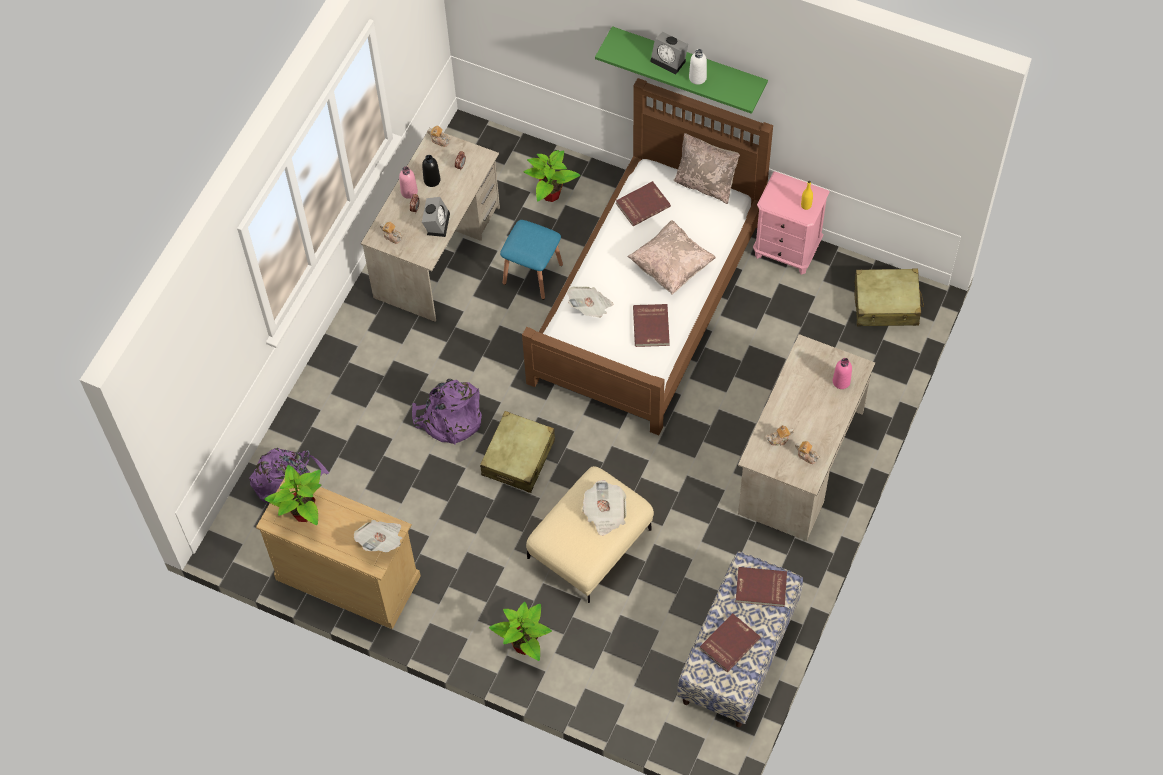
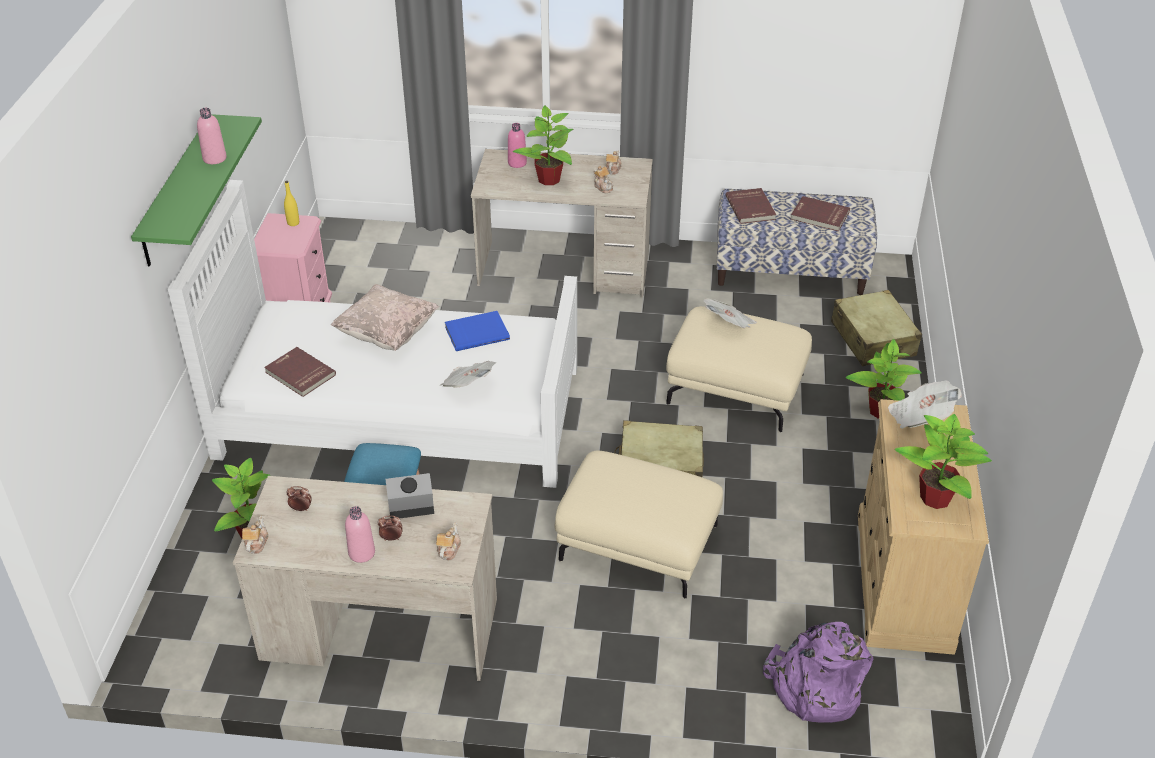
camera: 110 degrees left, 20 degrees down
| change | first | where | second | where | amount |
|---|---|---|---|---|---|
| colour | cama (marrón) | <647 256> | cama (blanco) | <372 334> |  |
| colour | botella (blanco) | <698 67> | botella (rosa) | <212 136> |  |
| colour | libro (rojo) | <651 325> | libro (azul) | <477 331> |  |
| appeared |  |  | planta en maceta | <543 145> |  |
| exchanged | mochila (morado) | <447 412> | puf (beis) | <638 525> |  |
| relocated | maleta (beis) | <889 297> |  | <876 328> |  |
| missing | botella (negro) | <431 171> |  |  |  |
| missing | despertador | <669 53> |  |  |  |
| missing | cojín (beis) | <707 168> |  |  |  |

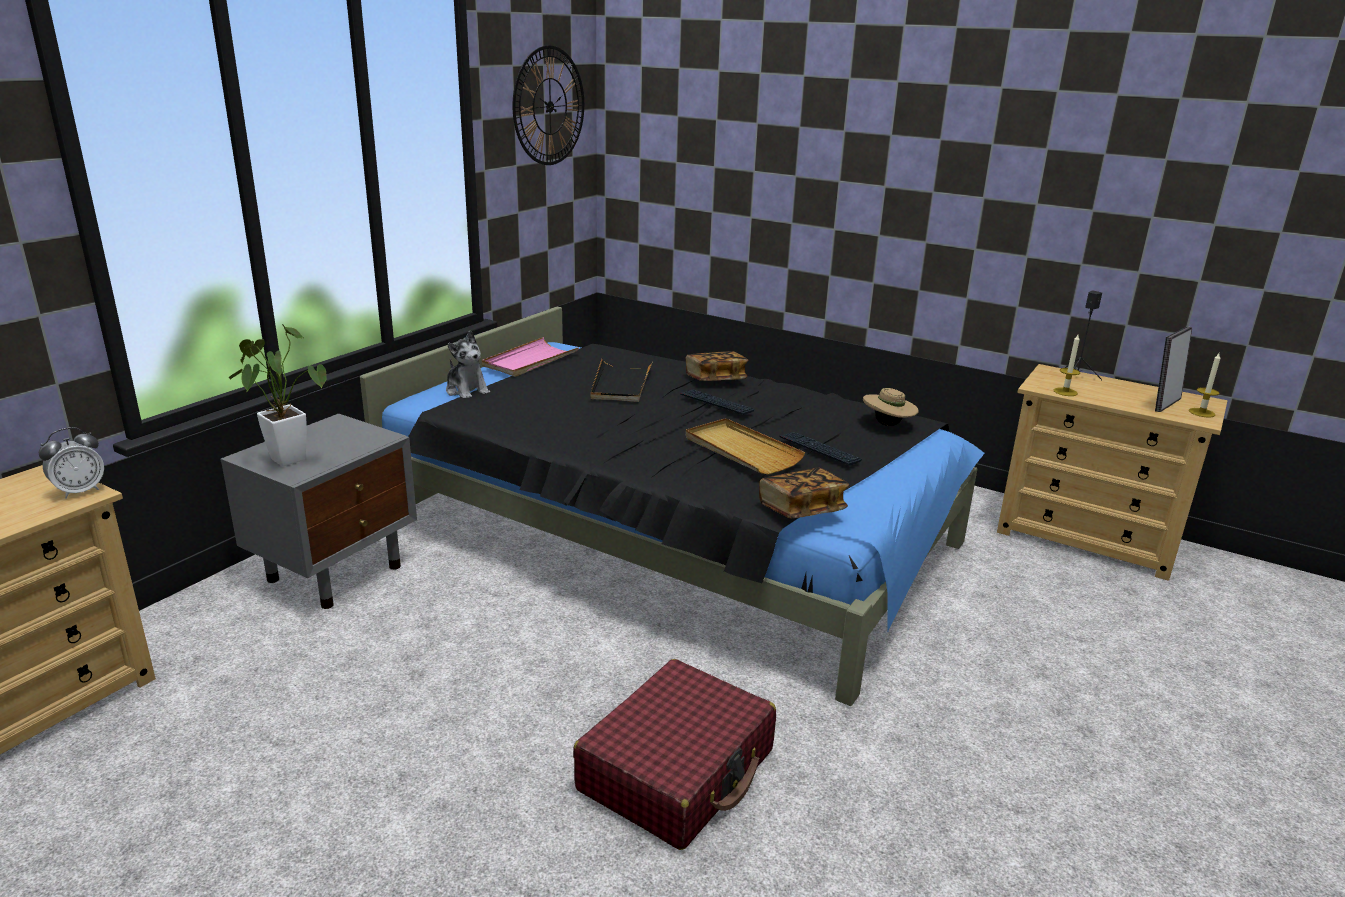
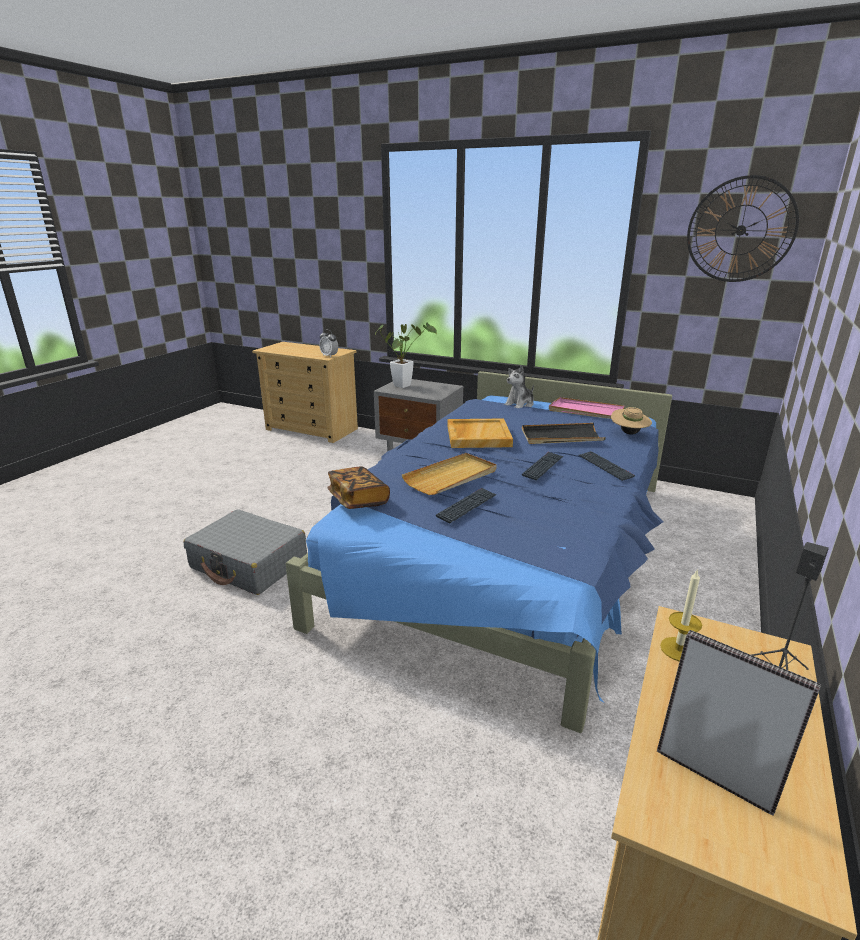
camera: 85 degrees right, 0 degrees up
| change | first | where | second | where | amount |
|---|---|---|---|---|---|
| colour | maleta (rojo) | <674 754> | maleta (gris) | <245 552> |  |
| colour | cama (negro) | <672 506> | cama (azul) | <479 552> |  |
| appeared |  |  | bandeja (beis) | <480 433> |  |
| exchanged | libro | <717 366> | teclado | <607 466> |  |
| relocated | sombrero (beis) | <891 407> |  | <631 420> |  |
| missing | vela | <1205 385> |  |  |  |

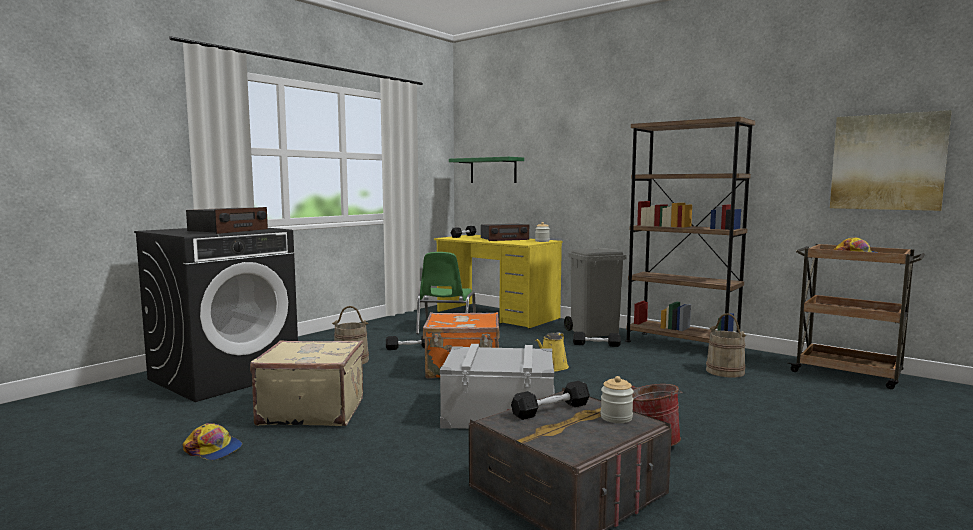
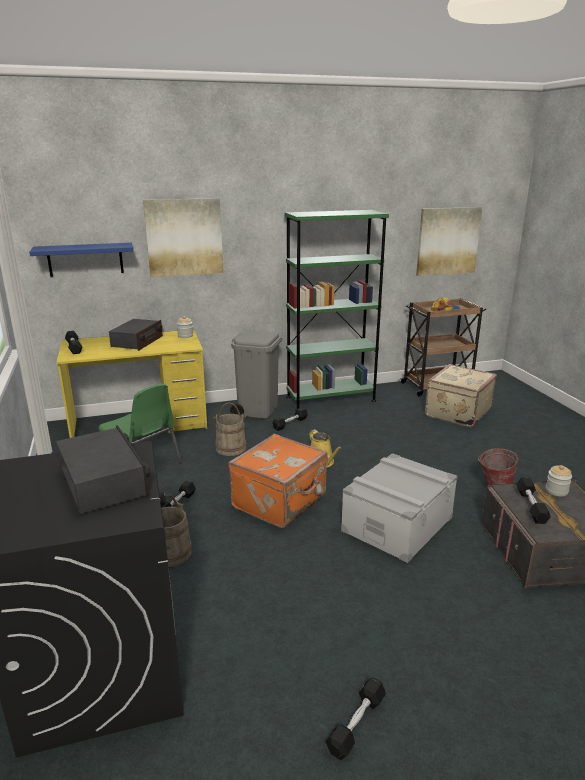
camera: 55 degrees left, 15 degrees up
| change | first | where | second | where | amount |
|---|---|---|---|---|---|
| colour | estante (verde) | <486 170> | estante (azul) | <81 260> |  |
| appeared |  |  | cuadro | <183 237> |  |
| relocated | cubo (beis) | <726 345> |  | <229 429> |  |
| colour | estantería (marrón) | <690 230> | estantería (verde) | <337 310> |  |
| exchanged | gorra | <212 441> | mancuerna (negro) | <356 718> |  |
| relocated | maleta (beis) | <307 383> |  | <461 395> |  |

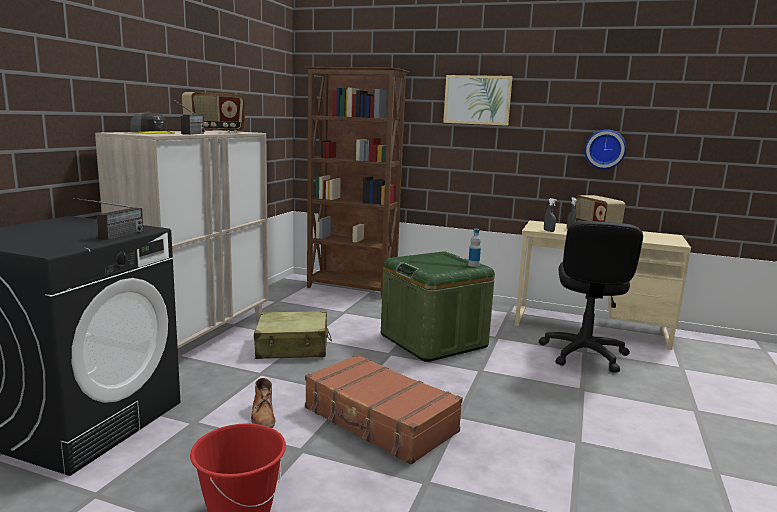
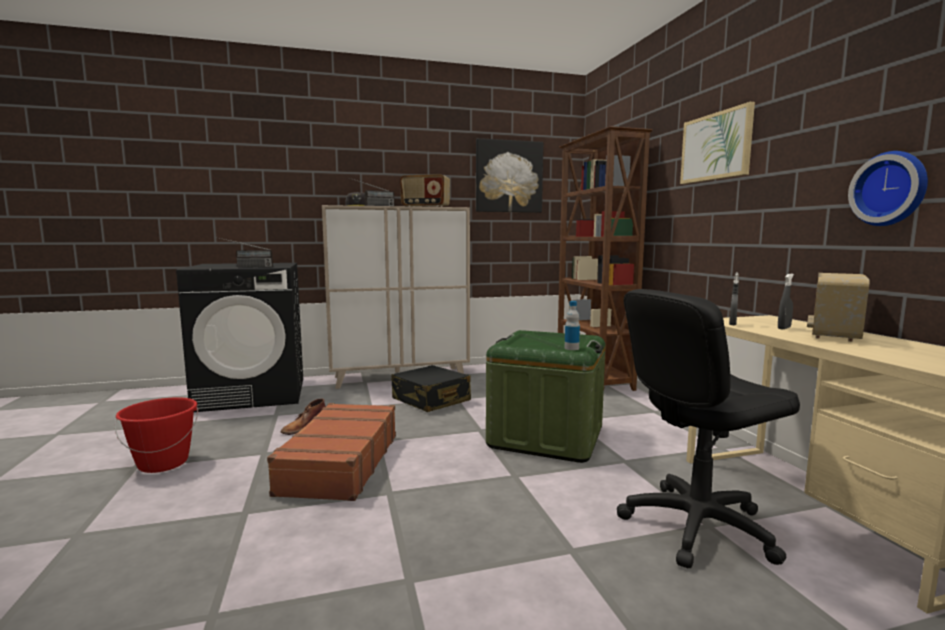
camera: 55 degrees right, 5 degrees down
| change | first | where | second | where | amount |
|---|---|---|---|---|---|
| colour | maleta (beis) | <293 335> | maleta (negro) | <431 388> |  |
| appeared |  |  | cuadro | <509 175> |  |

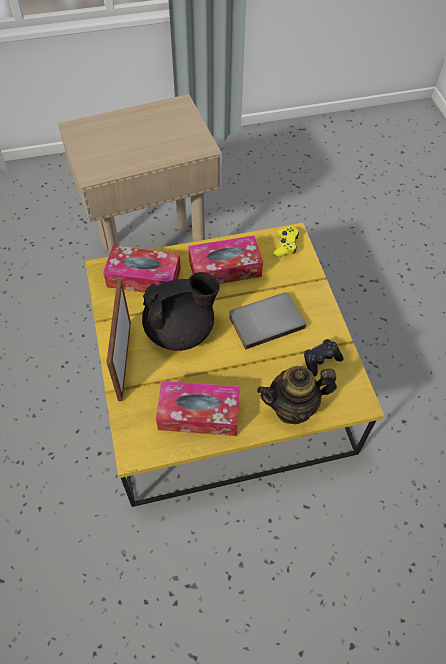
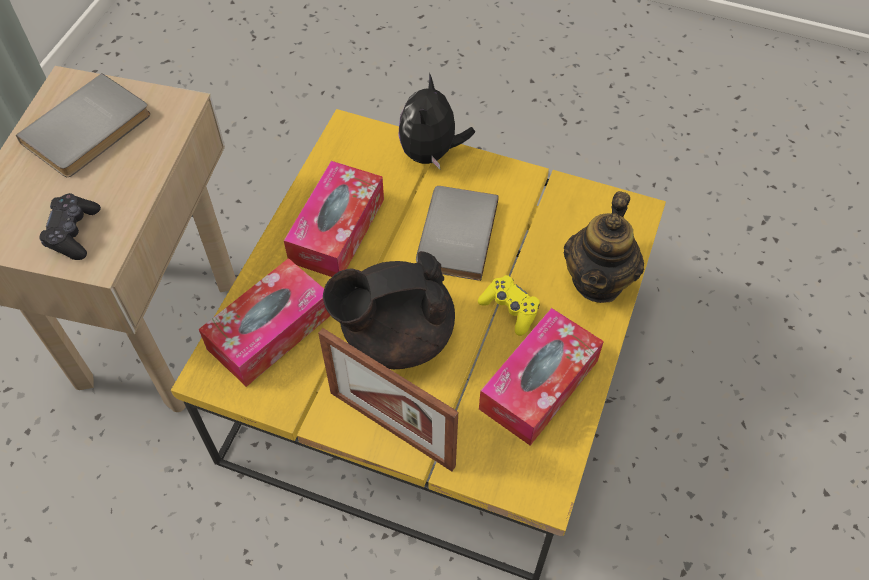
camera: 55 degrees left, 0 degrees up
| change | first | where | second | where | amount |
|---|---|---|---|---|---|
| appeared |  |  | libro (gris) | <83 125> |  |
| relocated | mando de consola (negro) | <324 357> |  | <70 226> |  |
| spun | tetera (negro) | <181 311> |  | <389 310> | 120 degrees counterclockwise |
| appeared |  |  | peluche | <436 121> |  |
| relocated | mando de consola (amarillo) | <286 241> |  | <509 305> |  |

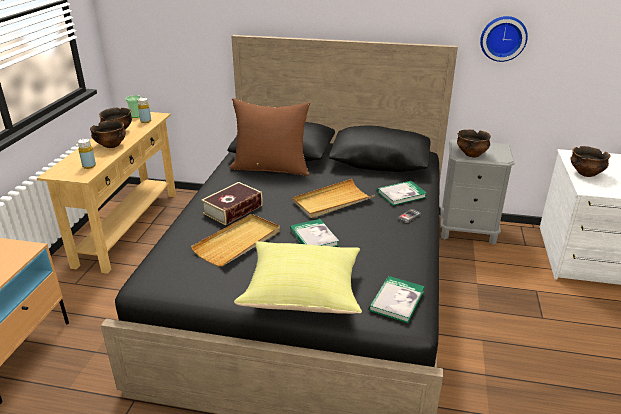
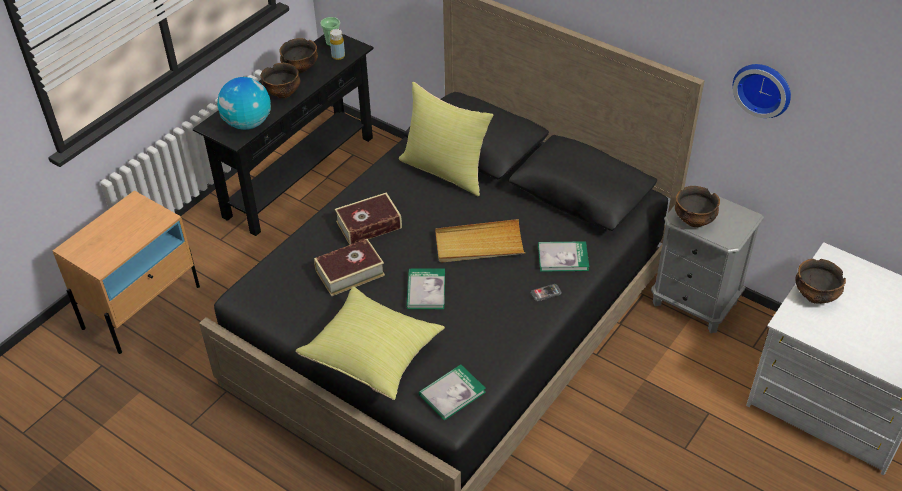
camera: 25 degrees right, 15 degrees up
| change | first | where | second | where | amount |
|---|---|---|---|---|---|
| colour | mesa consola (beis) | <106 193> | mesa consola (negro) | <283 135> |  |
| exchanged | botella (amarillo) | <87 154> | globo terráqueo | <244 103> |  |
| exchanged | bandeja (beis) | <235 240> | libro | <349 267> |  |
| colour | cojín (marrón) | <270 137> | cojín (amarillo) | <446 139> |  |

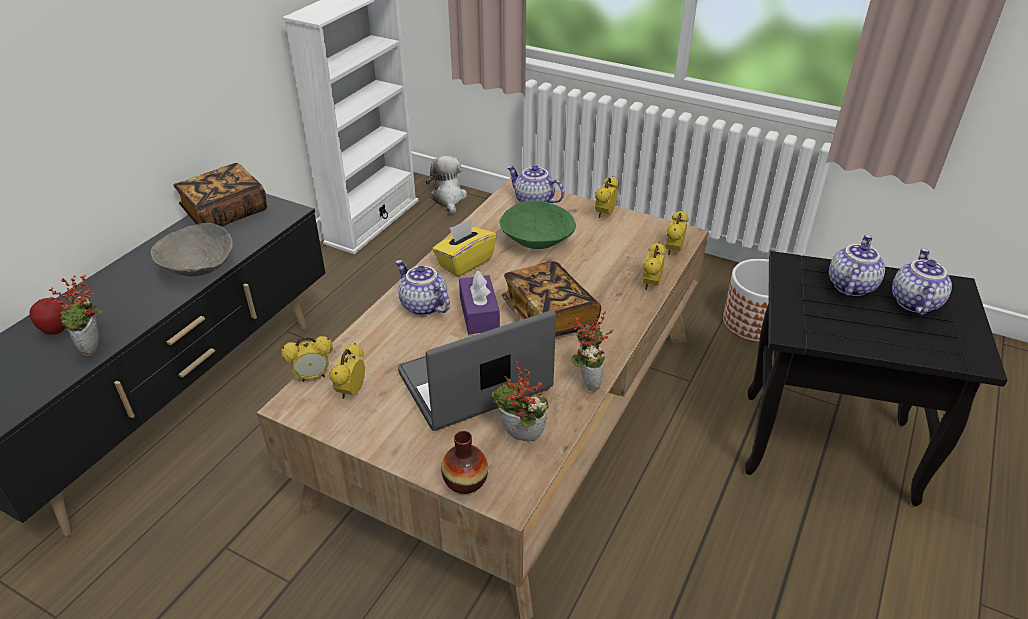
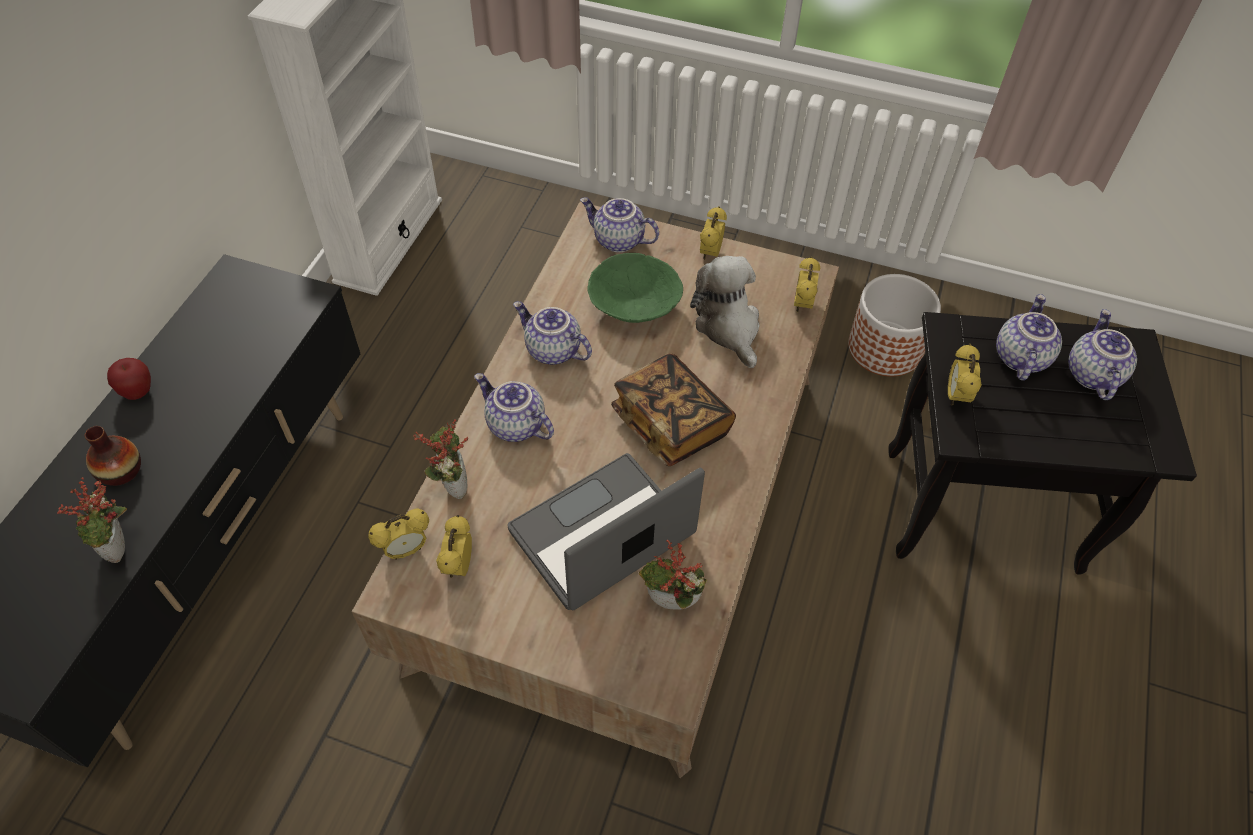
camera: 10 degrees left, 15 degrees up
| change | first | where | second | where | amount |
|---|---|---|---|---|---|
| relocated | florero | <464 462> |  | <113 456> |  |
| relocated | manzana | <47 316> |  | <129 379> |  |
| relocated | planta en maceta | <590 351> |  | <440 459> |  |
| exchanged | caja de pañuelos (amarillo) | <464 248> | tetera | <552 333> |  |
| relocated | peluche | <446 185> |  | <724 312> |  |
| relocated | despertador | <654 266> |  | <965 374> |  |
| missing | cuenco (gris) | <192 250> |  |  |  |
| missing | libro | <220 195> |  |  |  |
| missing | caja de pañuelos (morado) | <479 302> |  |  |  |

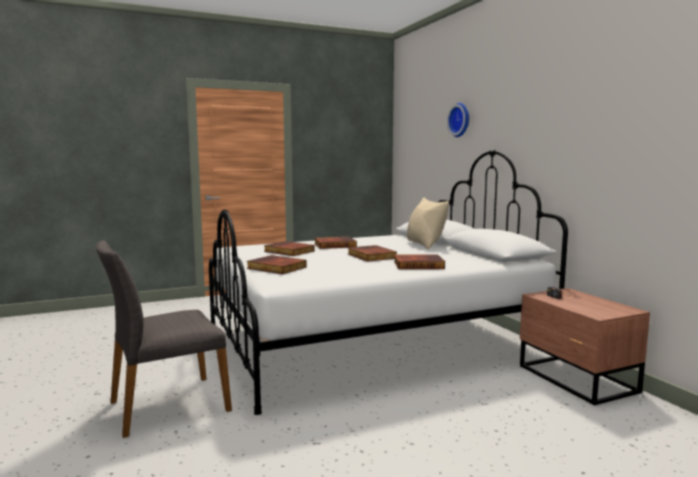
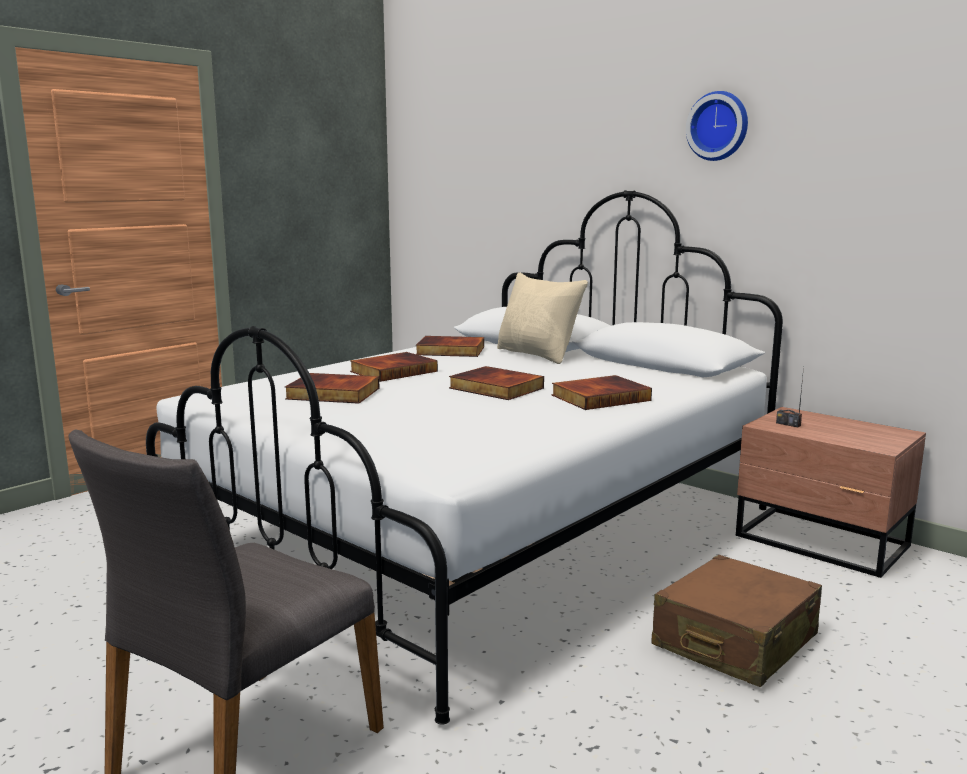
camera: 25 degrees left, 5 degrees up
| change | first | where | second | where | amount |
|---|---|---|---|---|---|
| relocated | libro | <277 264> |  | <450 346> |  |
| appeared |  |  | maleta (marrón) | <737 621> |  |
| relocated | reloj de pared | <458 120> |  | <717 126> |  |

